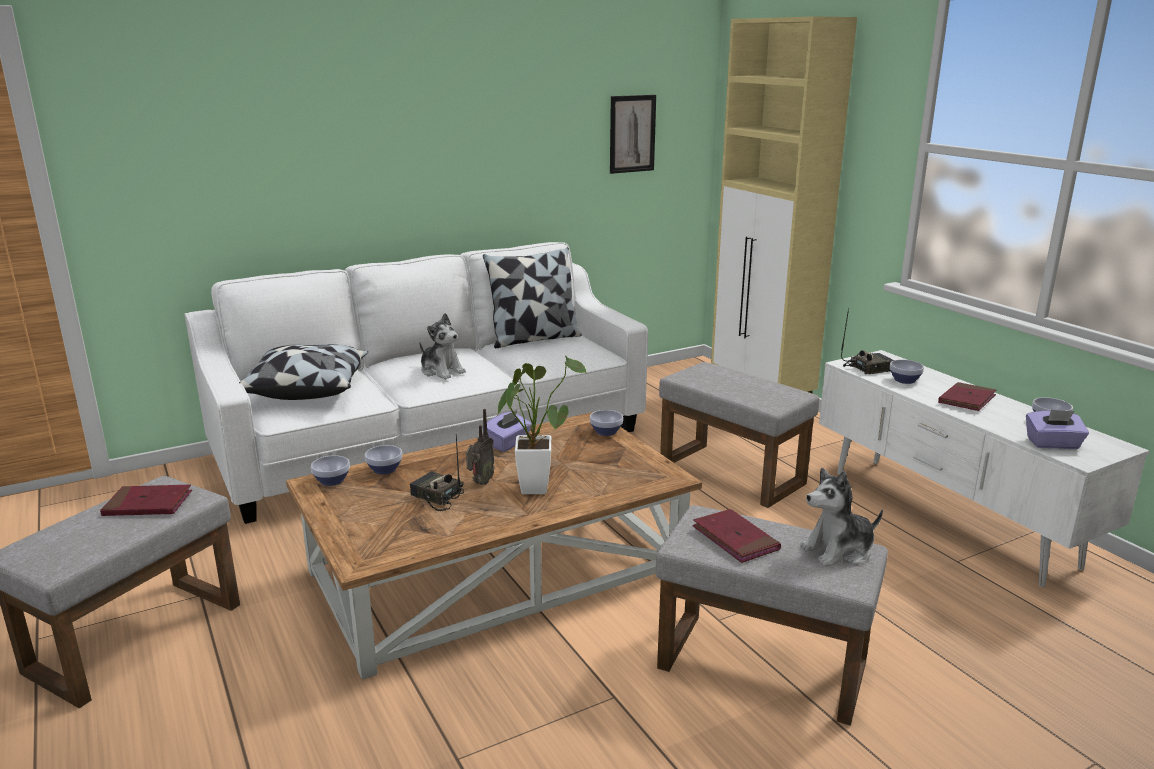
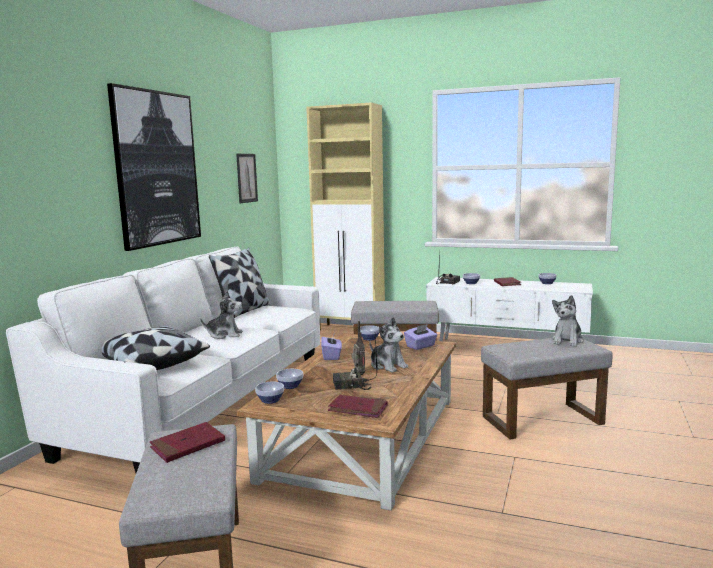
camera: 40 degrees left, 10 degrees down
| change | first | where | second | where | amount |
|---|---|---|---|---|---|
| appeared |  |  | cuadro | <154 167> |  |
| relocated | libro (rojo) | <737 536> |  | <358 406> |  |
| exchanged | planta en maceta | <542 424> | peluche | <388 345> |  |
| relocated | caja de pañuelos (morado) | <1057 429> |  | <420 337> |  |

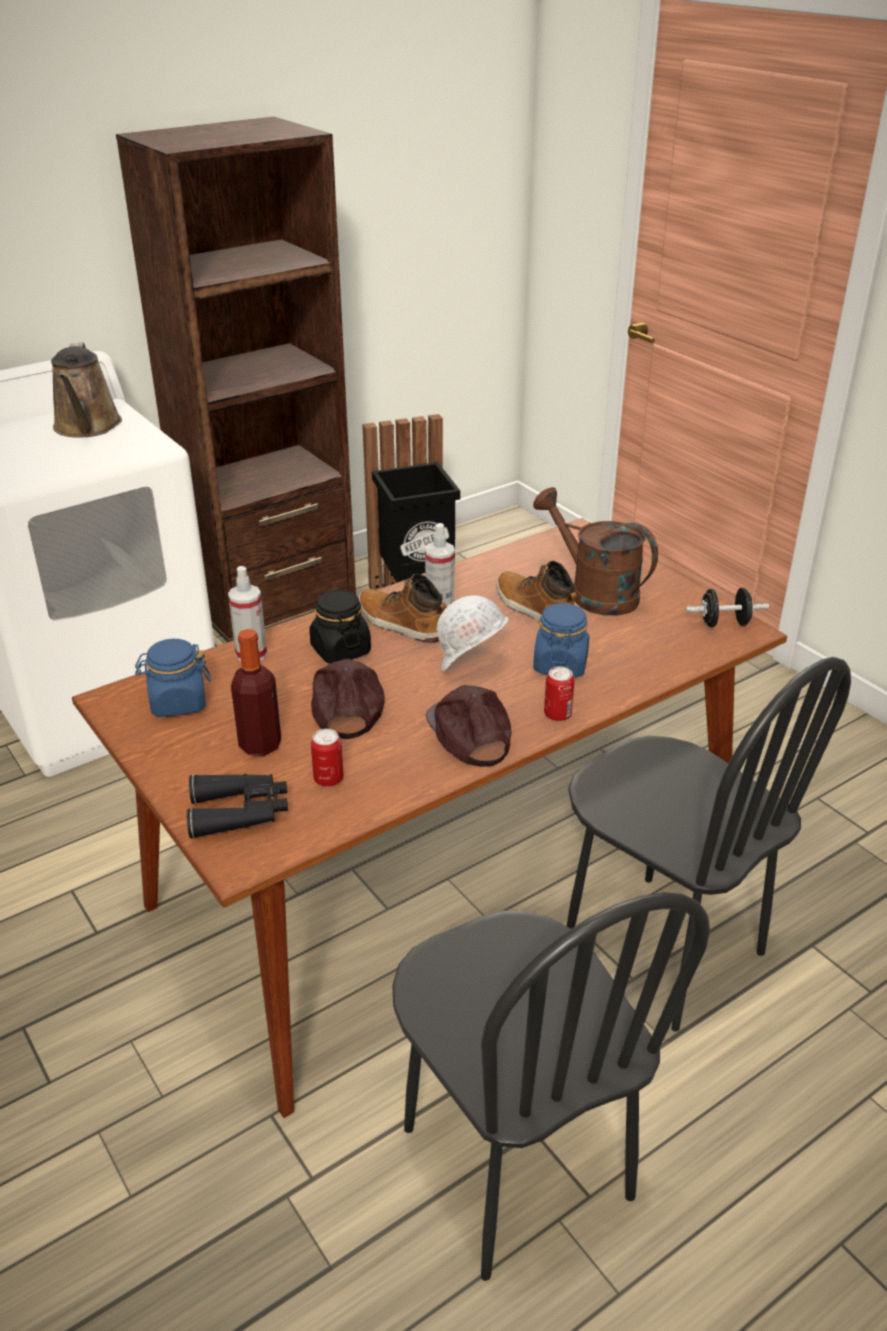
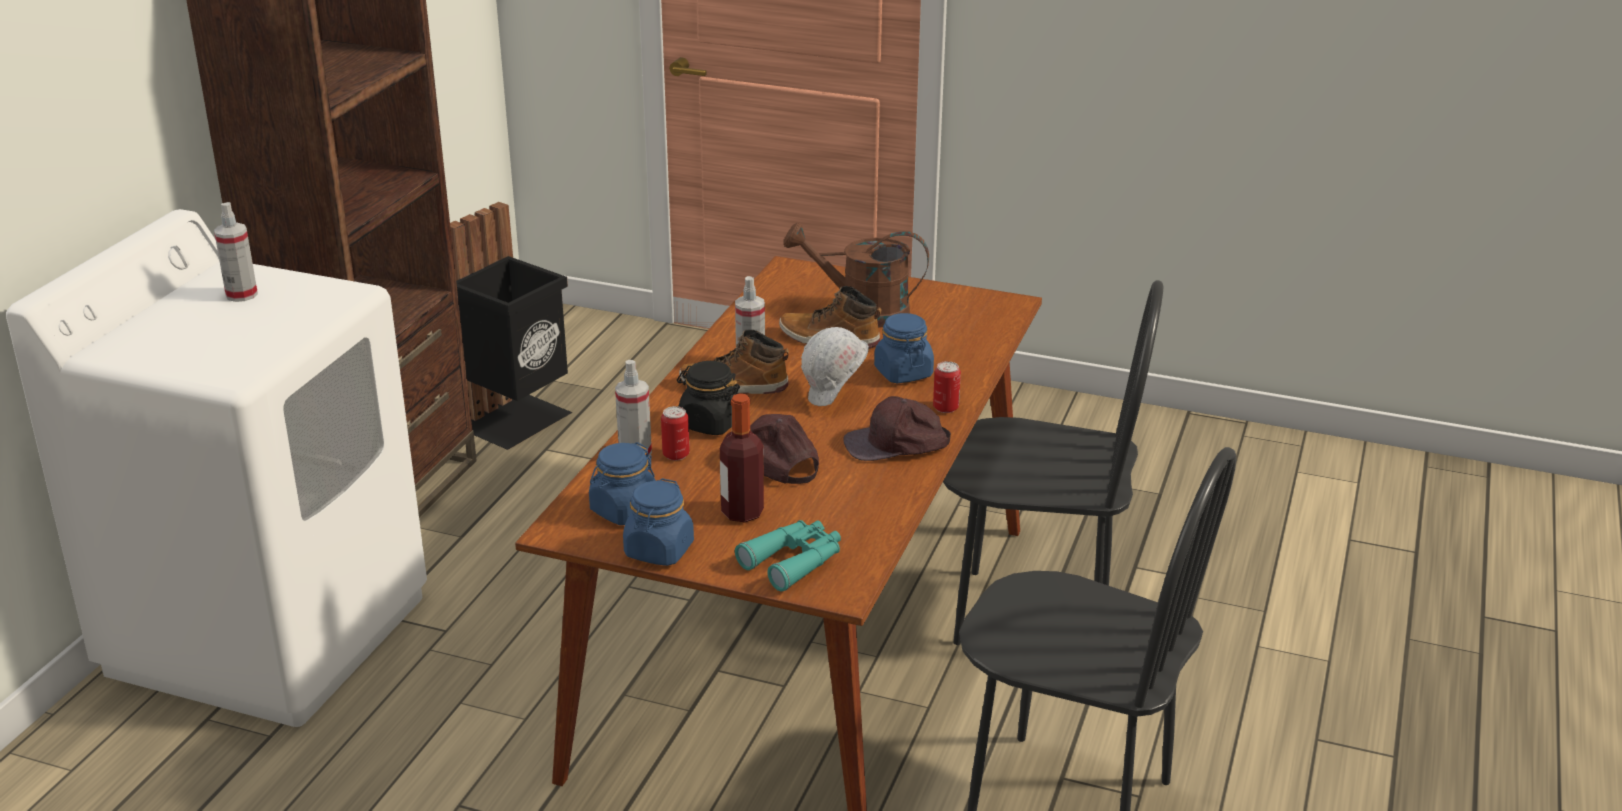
camera: 35 degrees left, 5 degrees down
| change | first | where | second | where | amount |
|---|---|---|---|---|---|
| exchanged | regadera (marrón) | <86 390> | pulverizador | <236 252> |  |
| appeared |  |  | tarro (azul) | <658 522> |  |
| relocated | lata | <327 758> |  | <675 433> |  |
| colour | prismáticos (negro) | <237 806> | prismáticos (turquesa) | <788 555> |  |
| spun | gorra (marrón) | <468 726> |  | <897 428> | 45 degrees counterclockwise |
| missing | mancuerna (negro) | <727 607> |  |  |  |

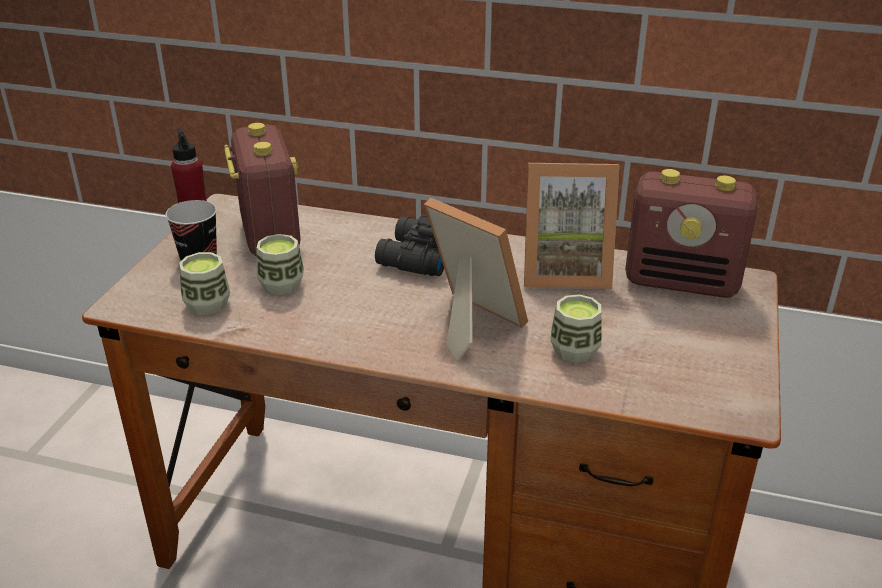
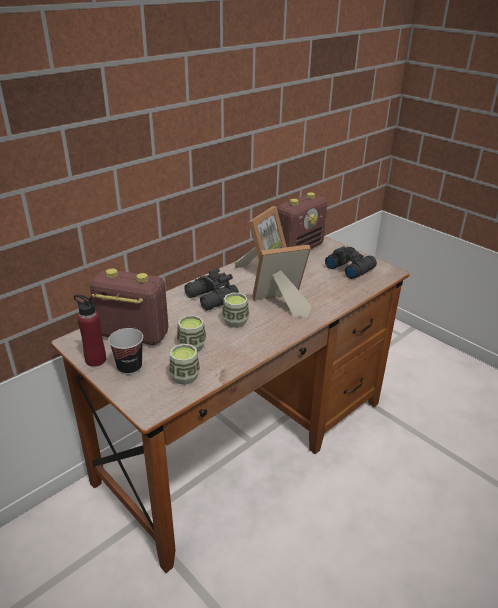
camera: 60 degrees left, 0 degrees up
| change | first | where | second | where | amount |
|---|---|---|---|---|---|
| relocated | taza | <576 328> |  | <235 310> |  |
| appeared |  |  | prismáticos (negro) | <351 262> |  |

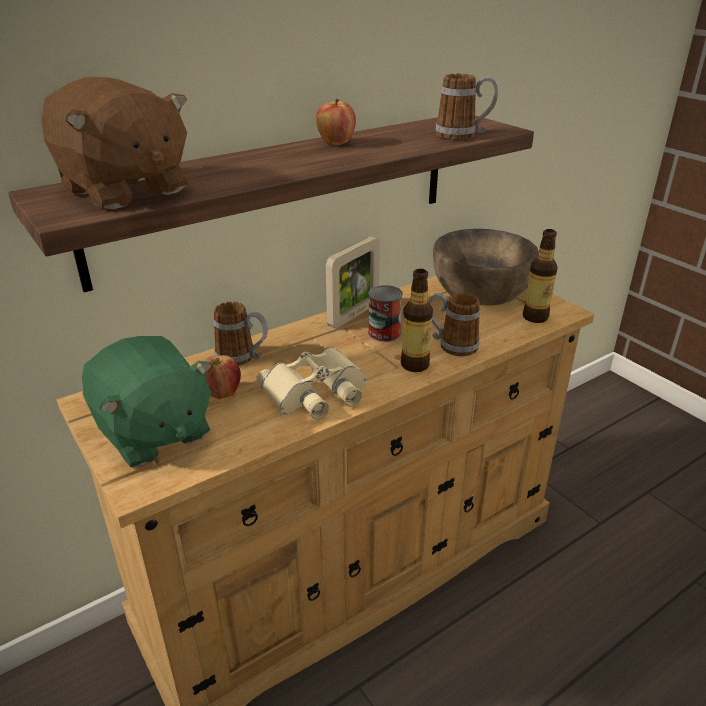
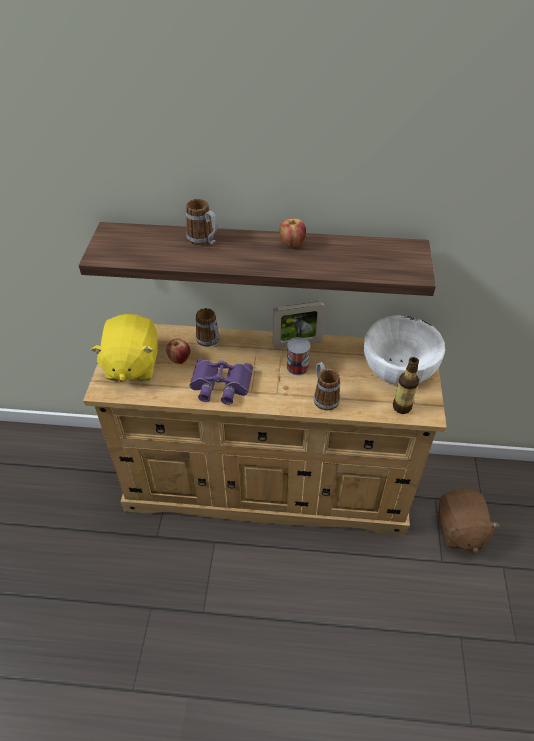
camera: 40 degrees right, 15 degrees up
| change | first | where | second | where | amount |
|---|---|---|---|---|---|
| colour | peluche (verde) | <147 401> | peluche (amarillo) | <124 347> |  |
| relocated | taza grande | <466 107> |  | <202 222> |  |
| colour | prismáticos (beis) | <311 383> | prismáticos (morado) | <221 381> |  |
| colour | cuenco (marrón) | <486 267> | cuenco (blanco) | <404 350> |  |
| relocated | peluche (marrón) | <114 143> |  | <469 521> |  |
| missing | botella | <417 320> |  |  |  |

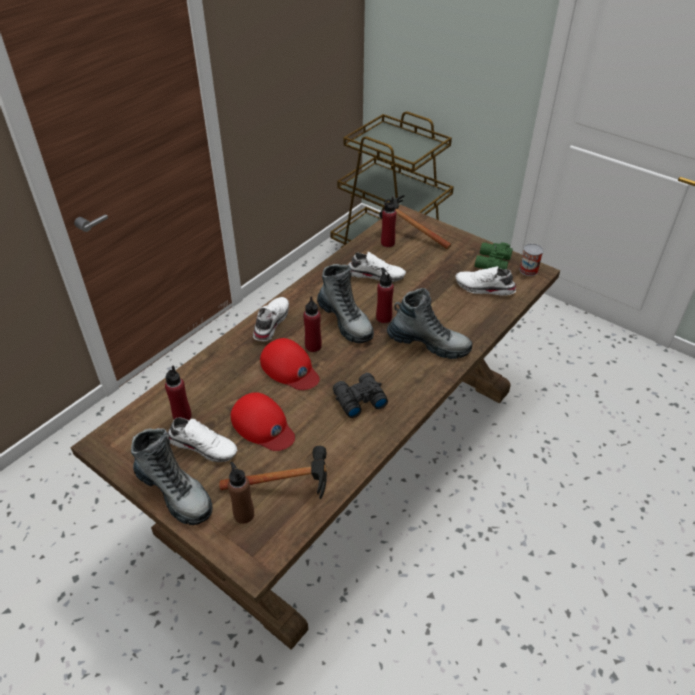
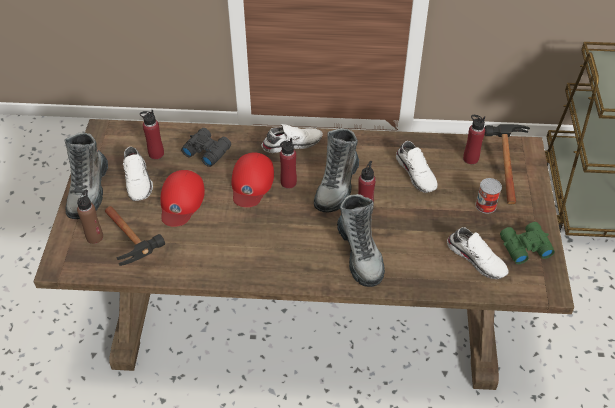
camera: 55 degrees right, 5 degrees up
| change | first | where | second | where | amount |
|---|---|---|---|---|---|
| relocated | prismáticos (negro) | <360 395> |  | <206 147> |  |
| spun | zapato (blanco) | <485 281> |  | <477 253> | 150 degrees clockwise |
| relocated | lata | <531 260> |  | <488 195> |  |

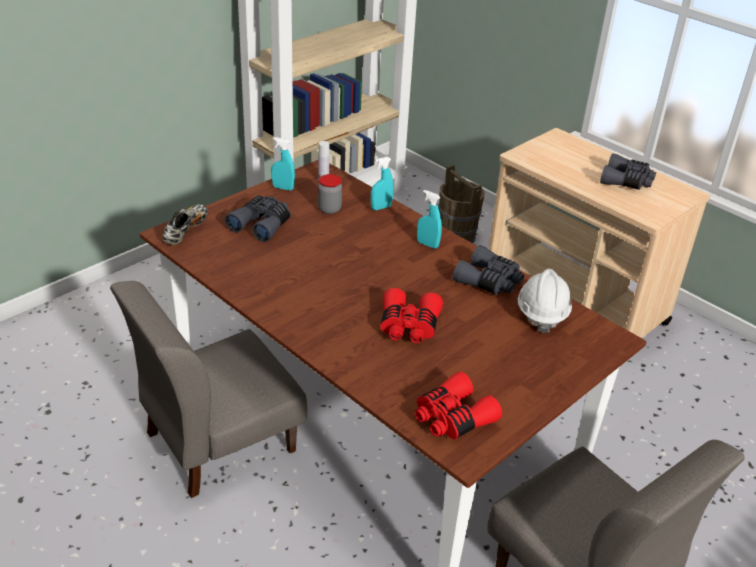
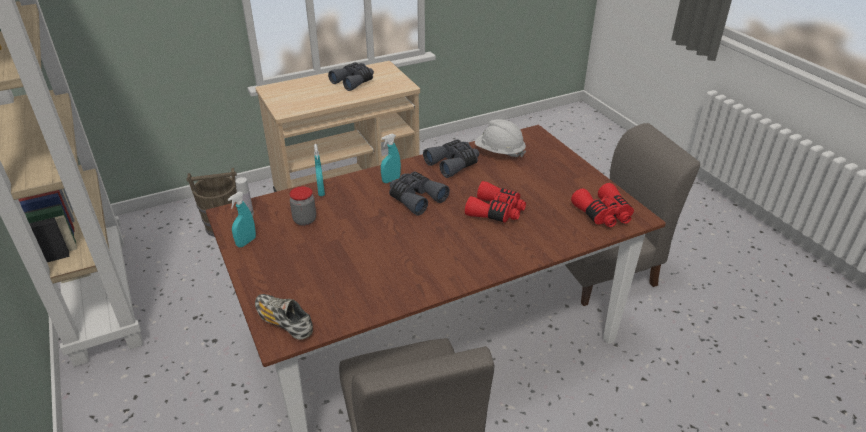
camera: 70 degrees left, 0 degrees up
| change | first | where | second | where | amount |
|---|---|---|---|---|---|
| relocated | prismáticos (gris) | <258 218> |  | <419 193> |  |

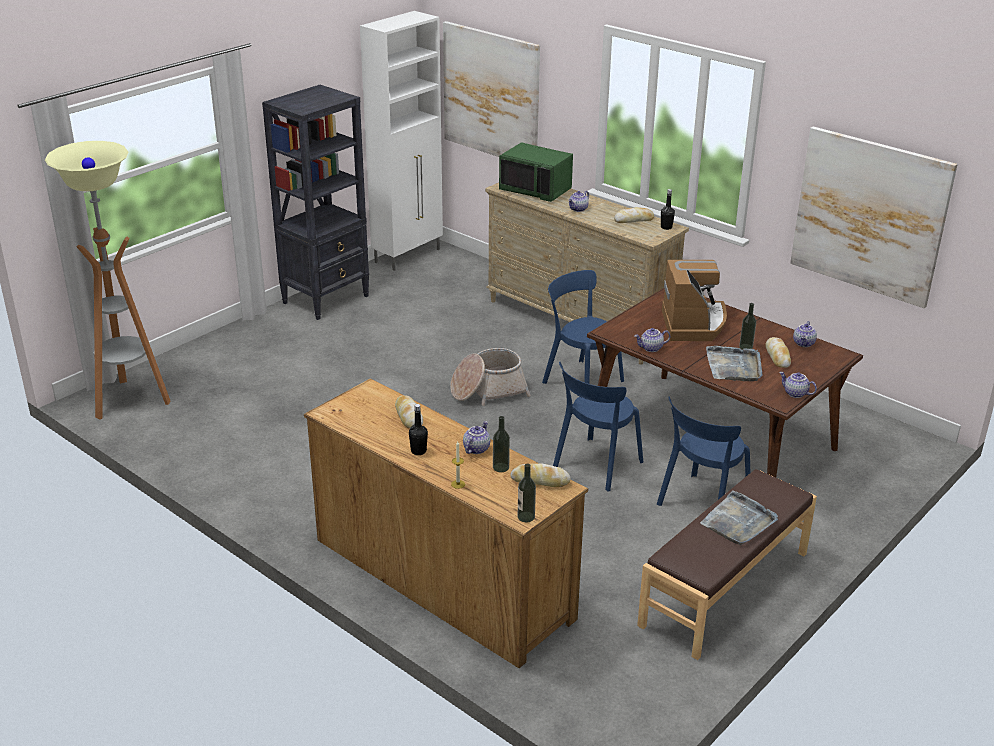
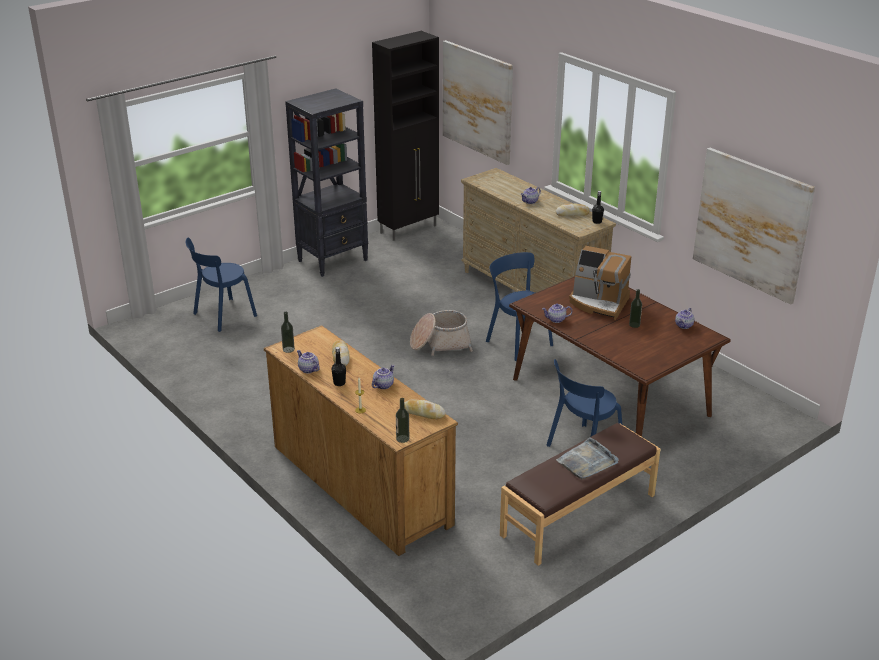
camera: 10 degrees right, 0 degrees up
| change | first | where | second | where | amount |
|---|---|---|---|---|---|
| relocated | silla (azul) | <598 426> |  | <221 284> |  |
| relocated | botella | <501 444> |  | <288 332> |  |
| relocated | tetera | <798 385> |  | <308 361> |  |
| colour | armario (blanco) | <401 141> | armario (negro) | <405 136> |  |
| spun | cafetera | <694 300> |  | <600 283> | 105 degrees clockwise |
| missing | lámpara de pie | <107 280> |  |  |  |
| missing | microondas (verde) | <536 172> |  |  |  |
| missing | bandeja (gris) | <734 363> |  |  |  |
| missing | pan | <778 352> |  |  |  |

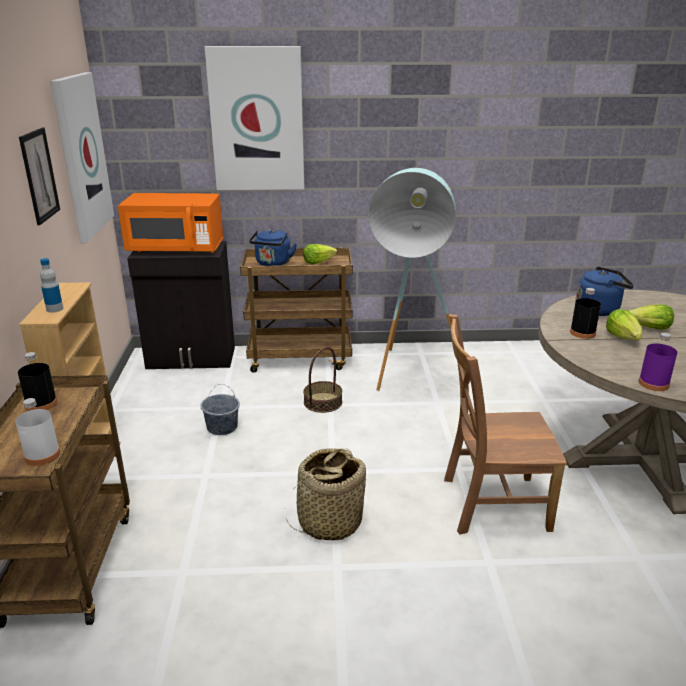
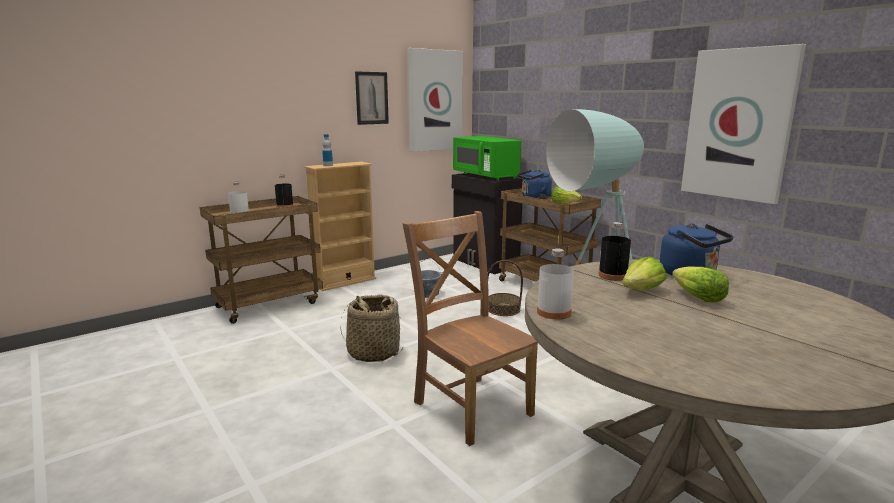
camera: 55 degrees right, 10 degrees down
| change | first | where | second | where | amount |
|---|---|---|---|---|---|
| colour | microondas (naranja) | <171 223> | microondas (verde) | <487 158> |  |
| colour | botella (morado) | <657 362> | botella (blanco) | <555 283> |  |
| relocated | cuadro | <254 118> |  | <743 124> |  |

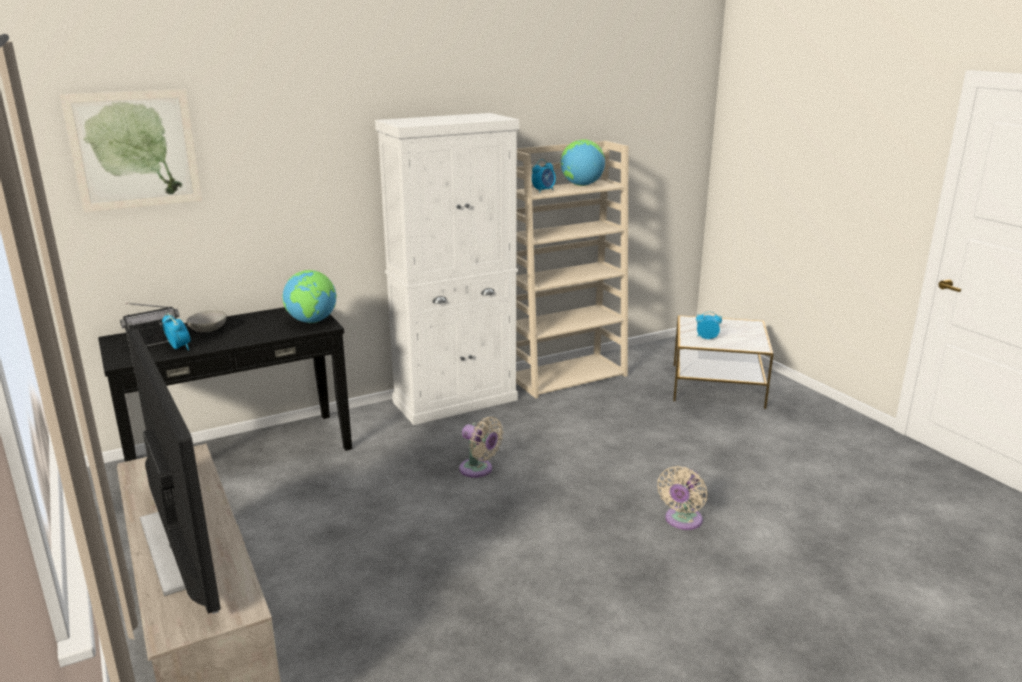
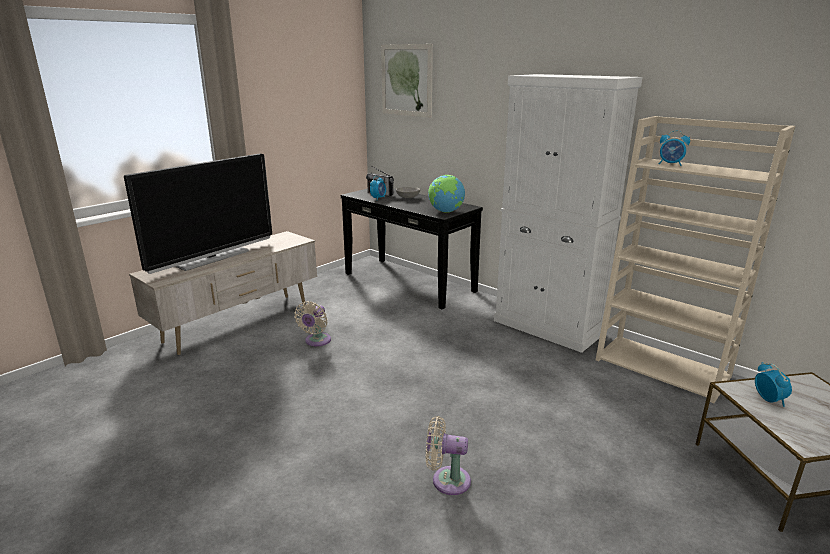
camera: 70 degrees right, 0 degrees up
| change | first | where | second | where | amount |
|---|---|---|---|---|---|
| relocated | ventilador (beis) | <481 447> |  | <312 323> |  |
| missing | globo terráqueo | <583 162> |  |  |  |

